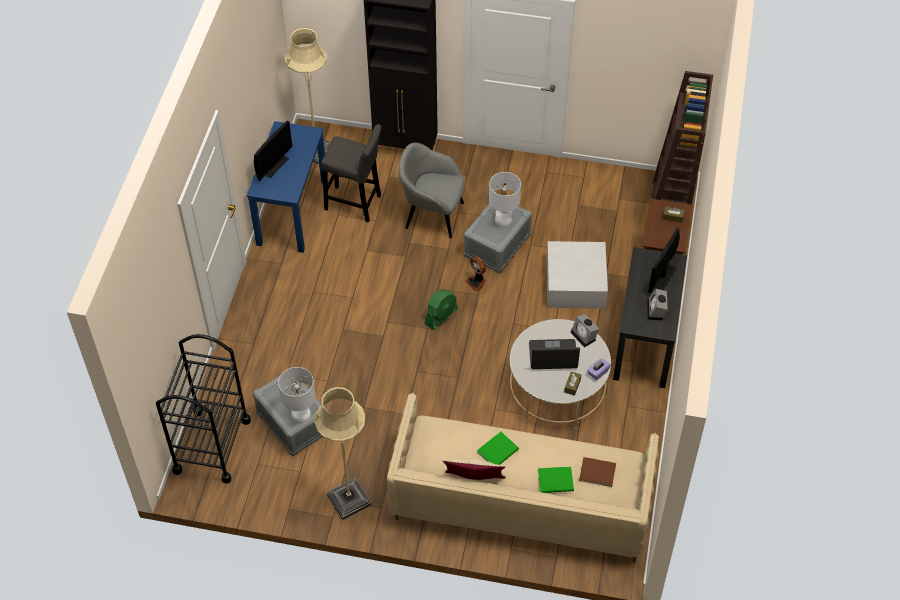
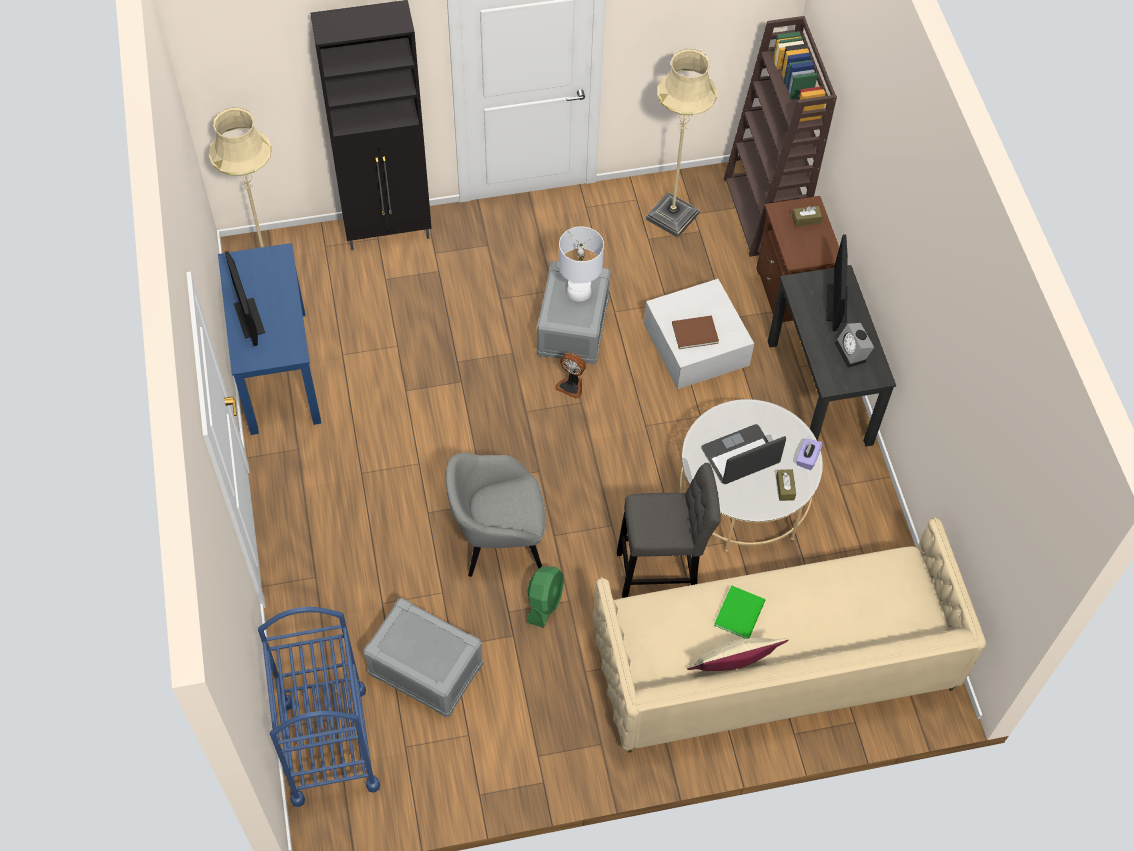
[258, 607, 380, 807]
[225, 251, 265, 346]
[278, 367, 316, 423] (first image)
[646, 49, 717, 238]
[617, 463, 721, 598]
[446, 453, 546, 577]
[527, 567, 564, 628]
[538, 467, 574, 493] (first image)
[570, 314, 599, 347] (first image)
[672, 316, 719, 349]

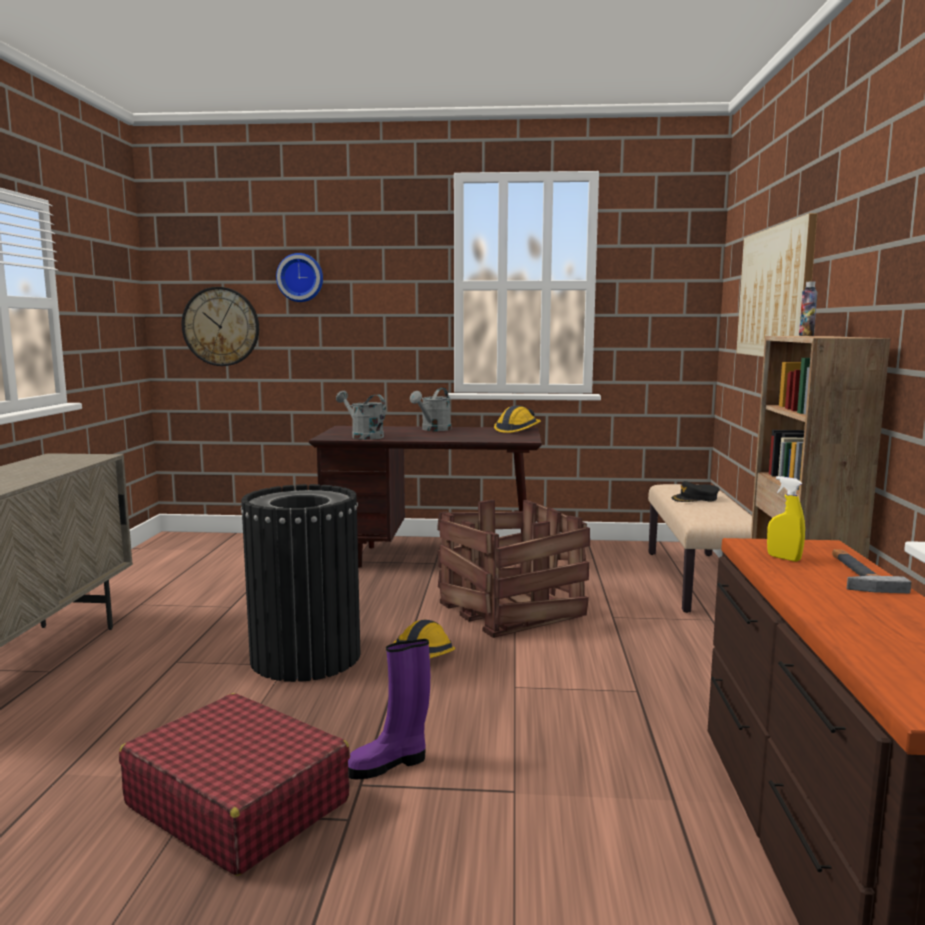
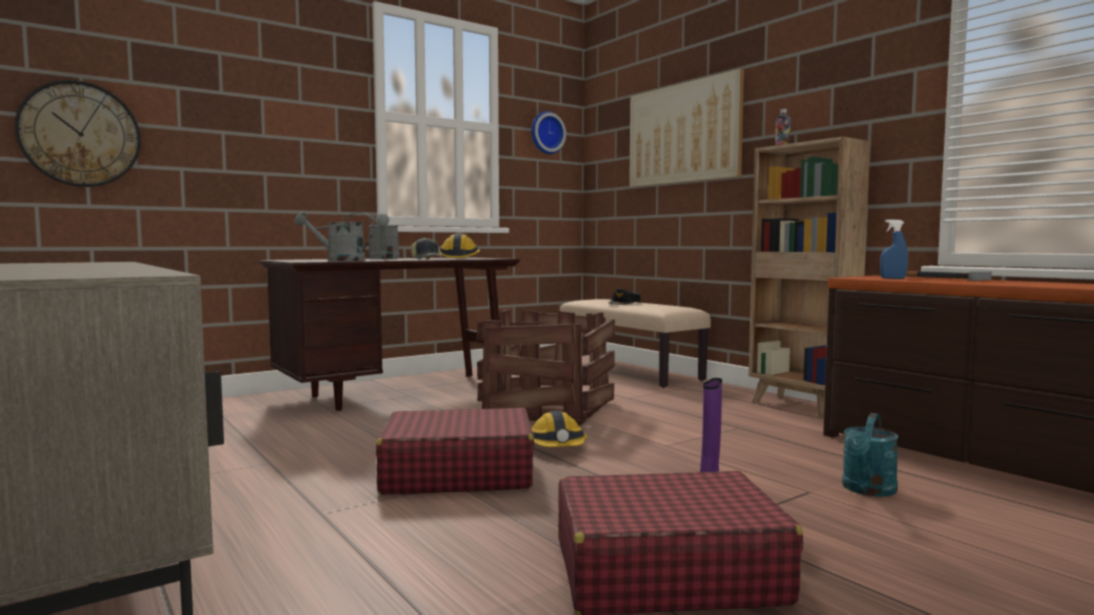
[376, 408, 534, 494]
[531, 111, 566, 154]
[880, 219, 908, 279]
[411, 238, 442, 259]
[842, 413, 899, 497]

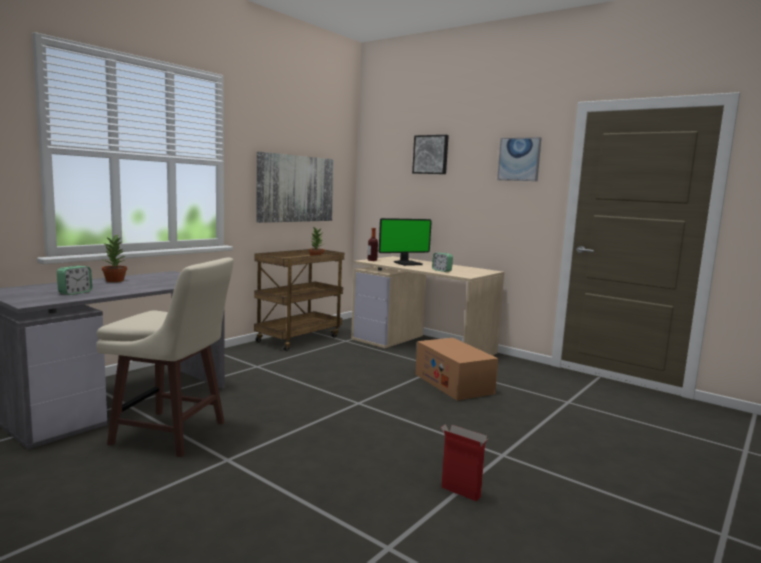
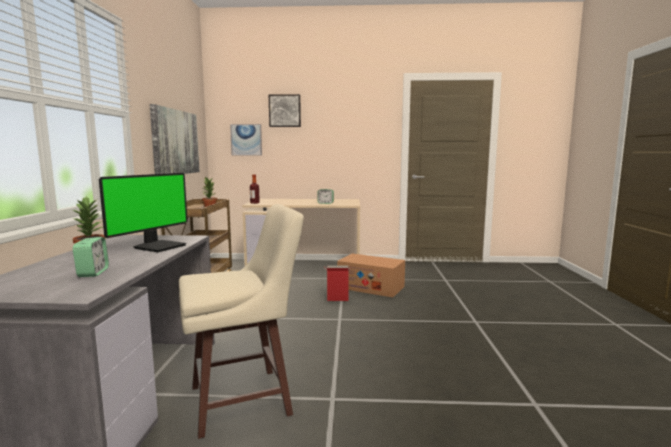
[99, 173, 188, 252]
[324, 265, 350, 301]
[230, 124, 262, 156]

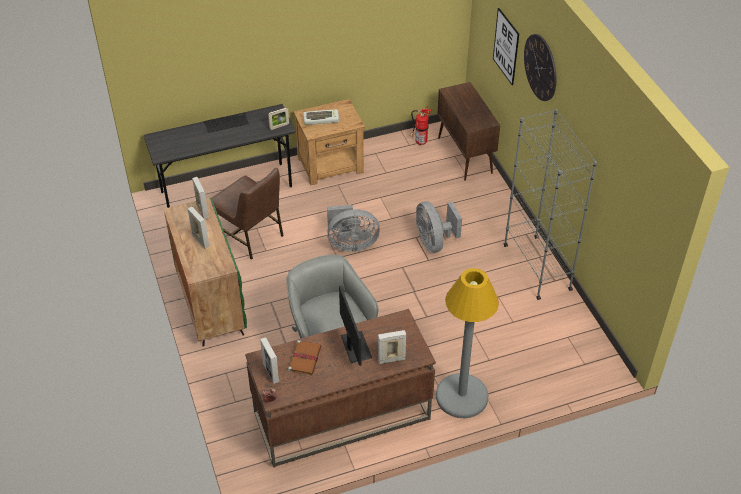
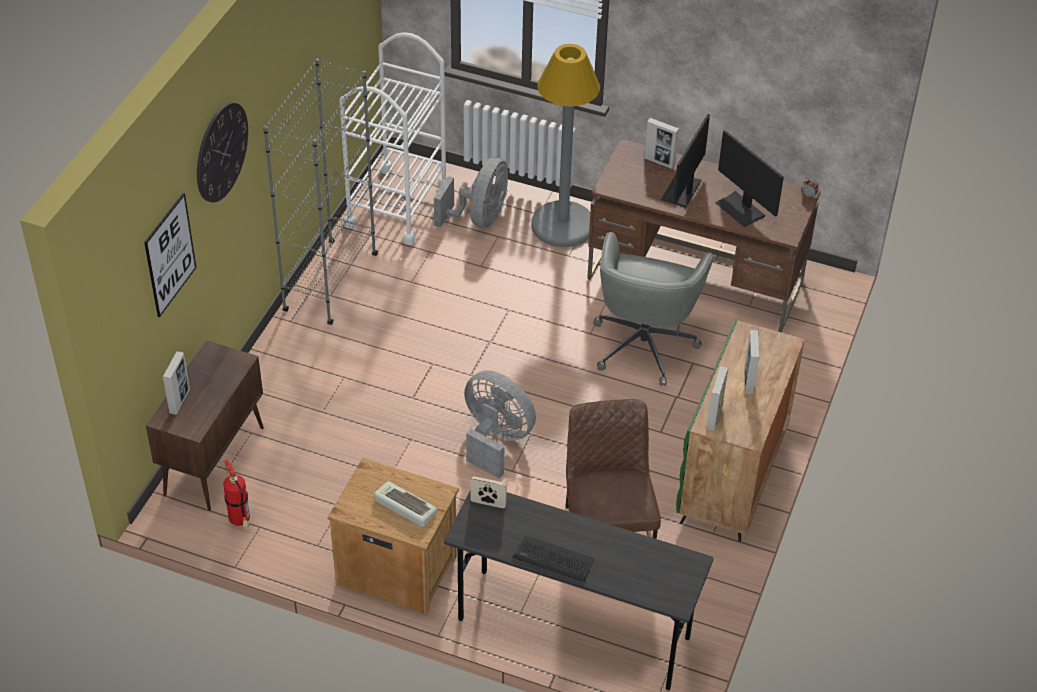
[162, 351, 190, 415]
[715, 130, 784, 227]
[434, 157, 508, 228]
[339, 32, 447, 245]

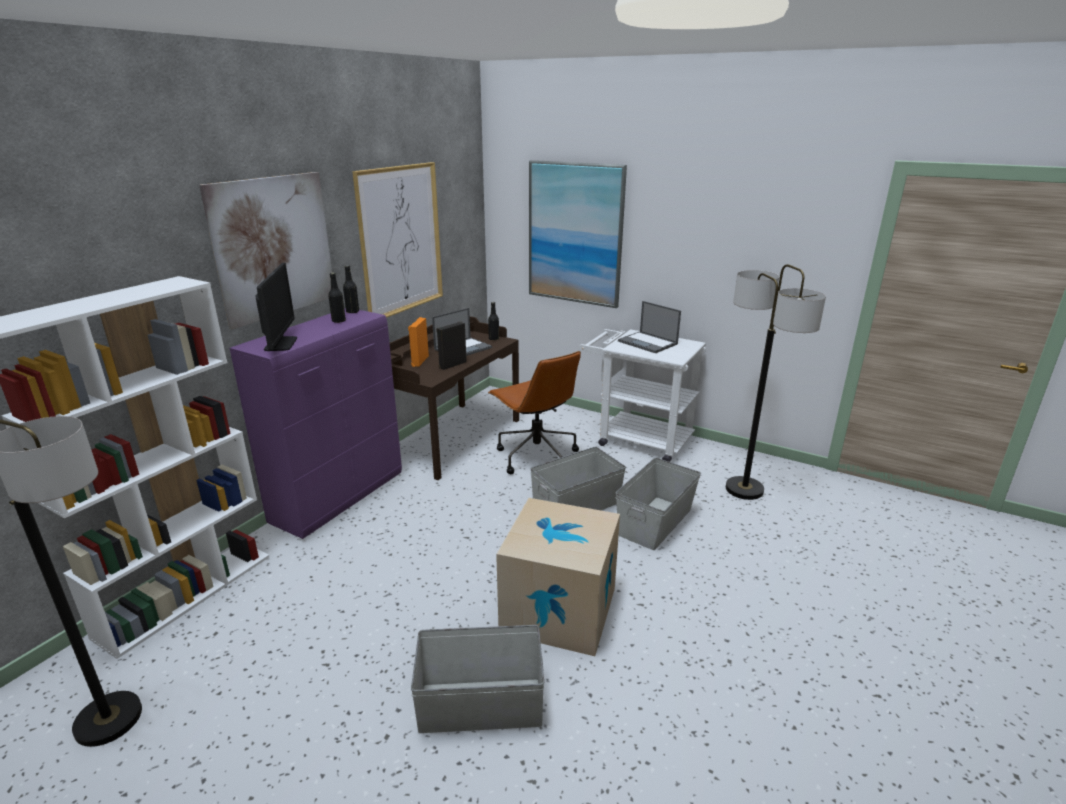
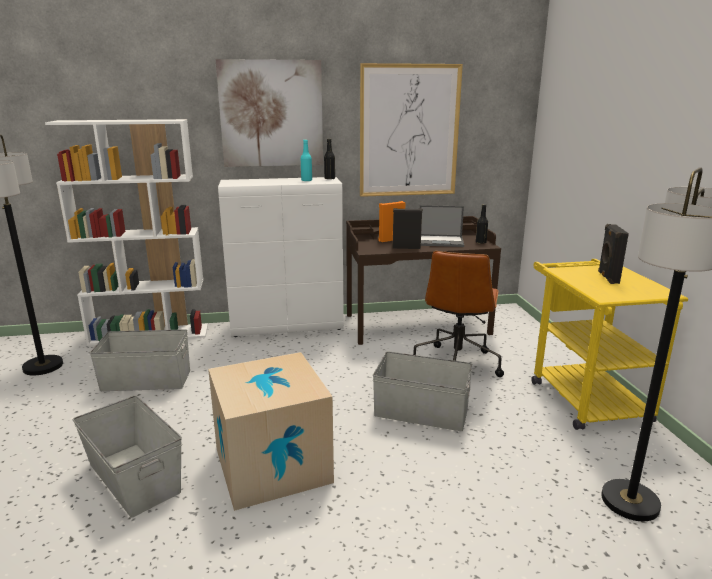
[218, 177, 344, 337]
[255, 263, 297, 351] (first image)
[301, 140, 312, 181]
[529, 160, 627, 308] (first image)
[531, 259, 688, 430]
[90, 329, 190, 391]
[598, 224, 629, 284]

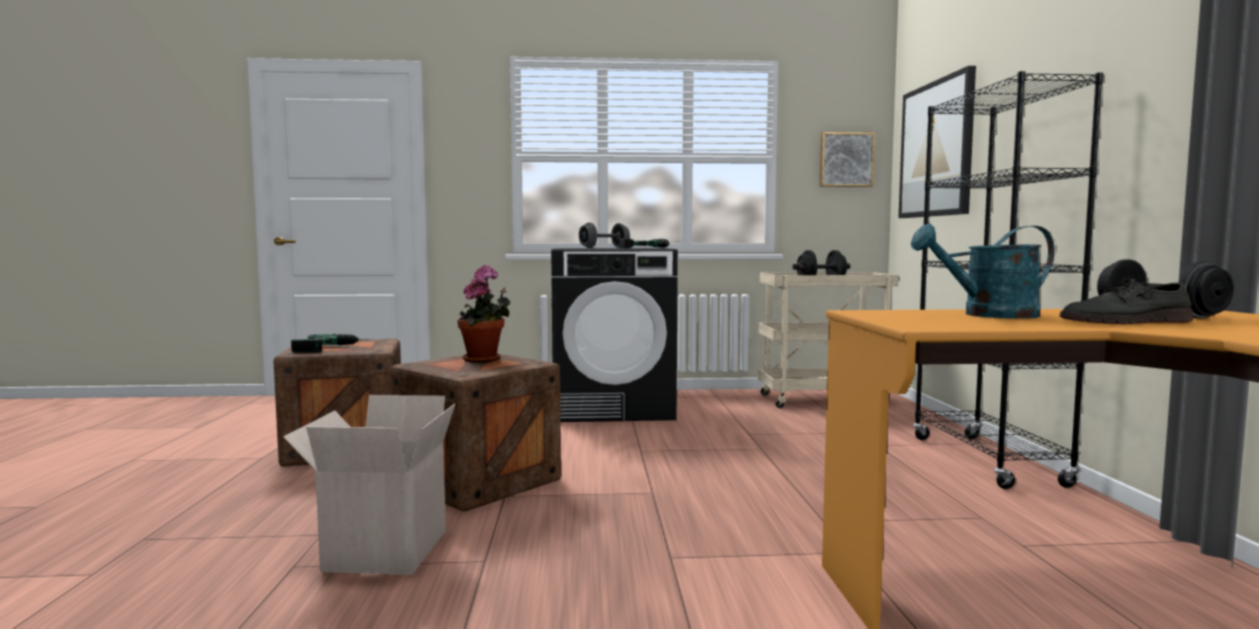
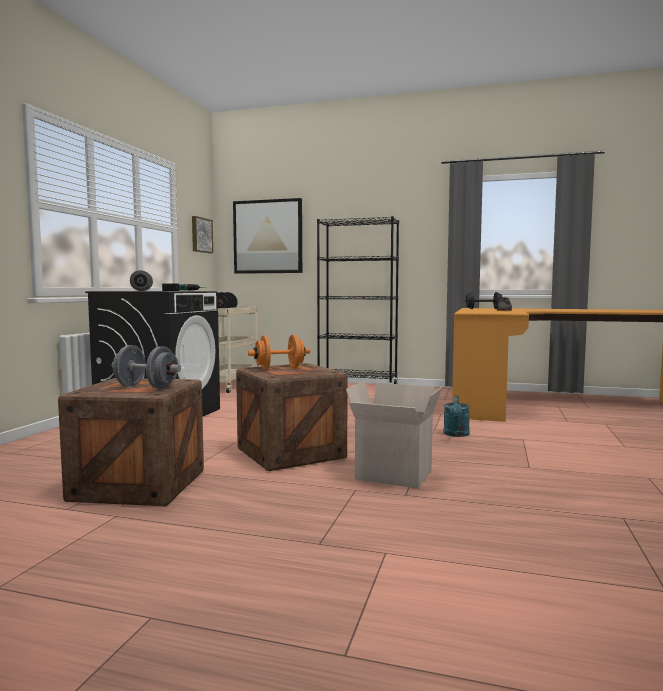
[112, 345, 181, 389]
[248, 335, 310, 370]
[443, 395, 470, 437]

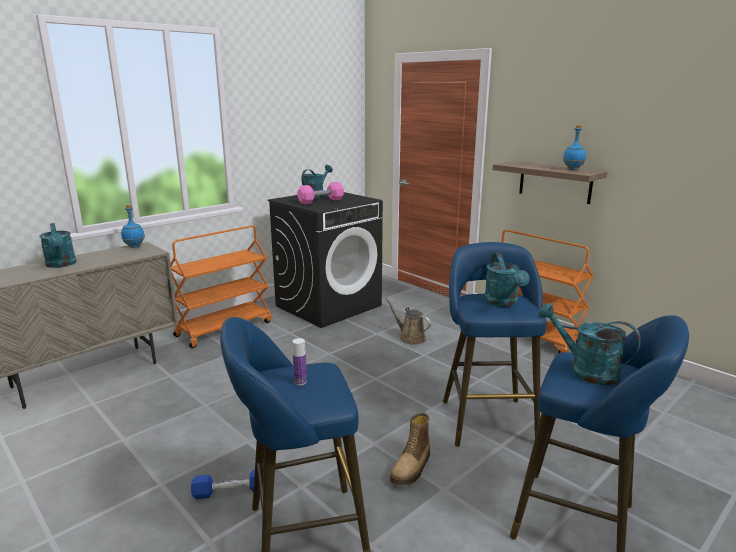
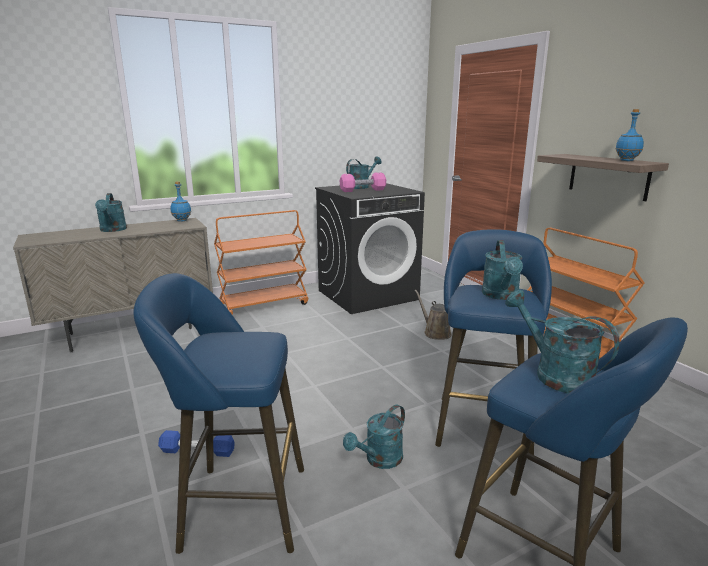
[292, 338, 307, 385] (first image)
[343, 404, 405, 469]

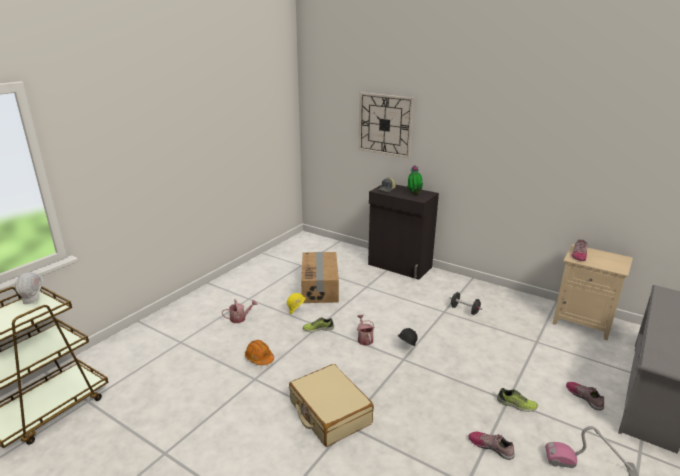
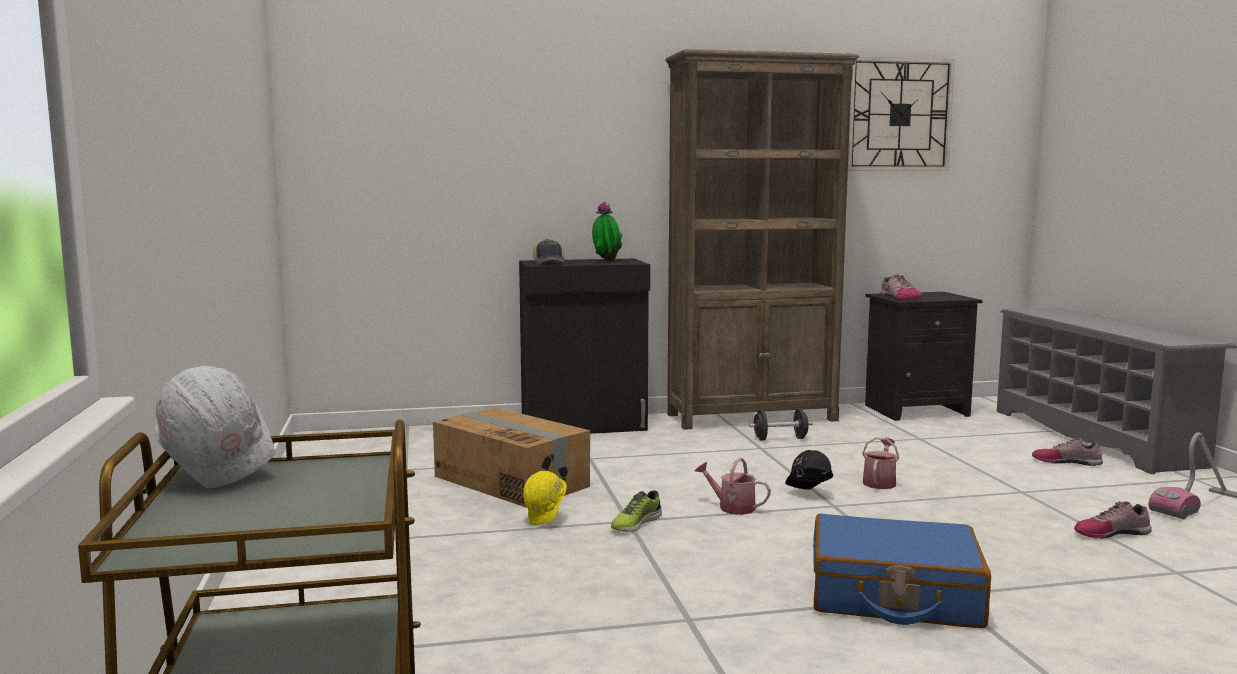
[862, 437, 899, 489]
[245, 340, 274, 365] (first image)
[813, 513, 991, 629]
[848, 57, 955, 171]
[497, 388, 538, 412] (first image)
[865, 292, 983, 421]
[665, 49, 859, 430]

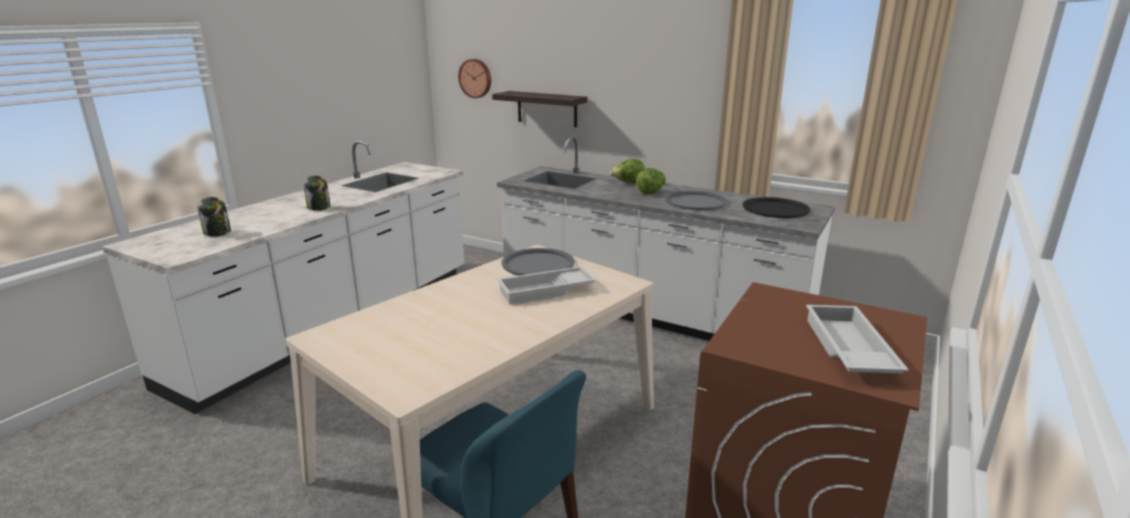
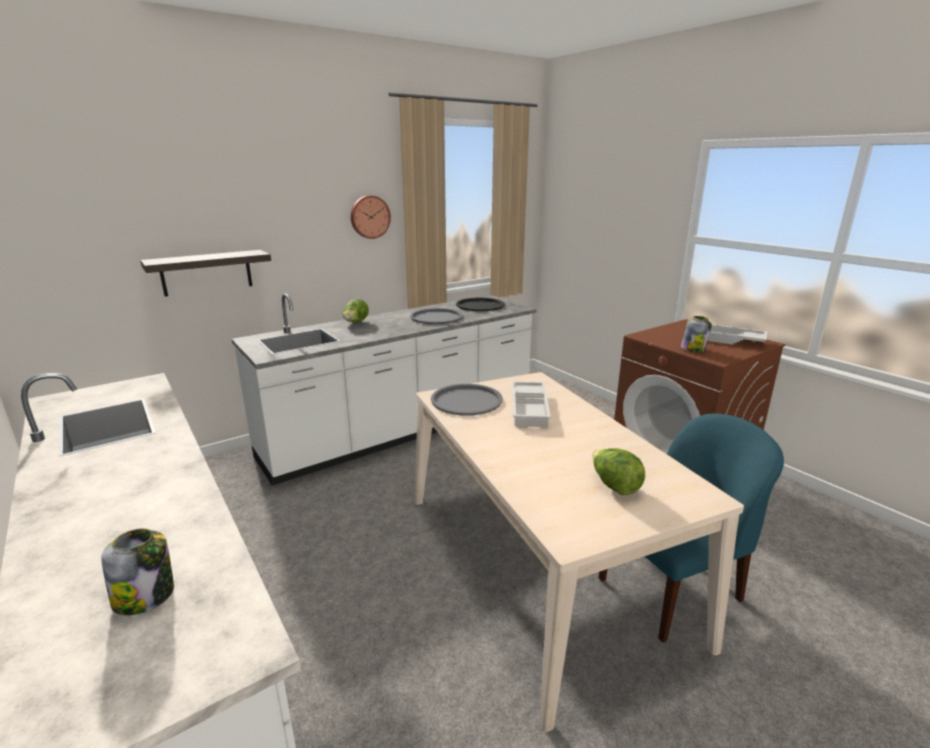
[681, 316, 712, 352]
[351, 195, 391, 239]
[593, 448, 645, 495]

